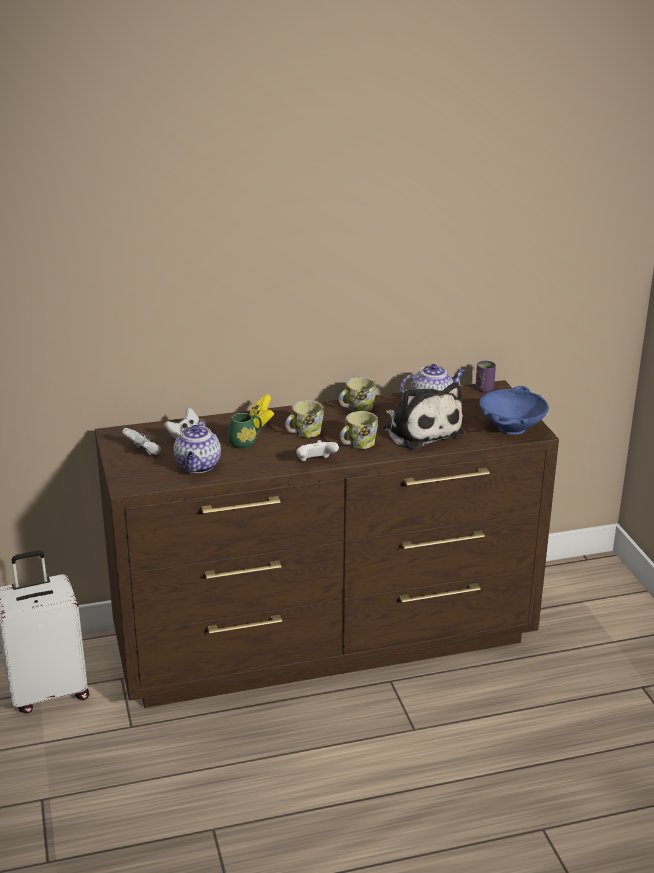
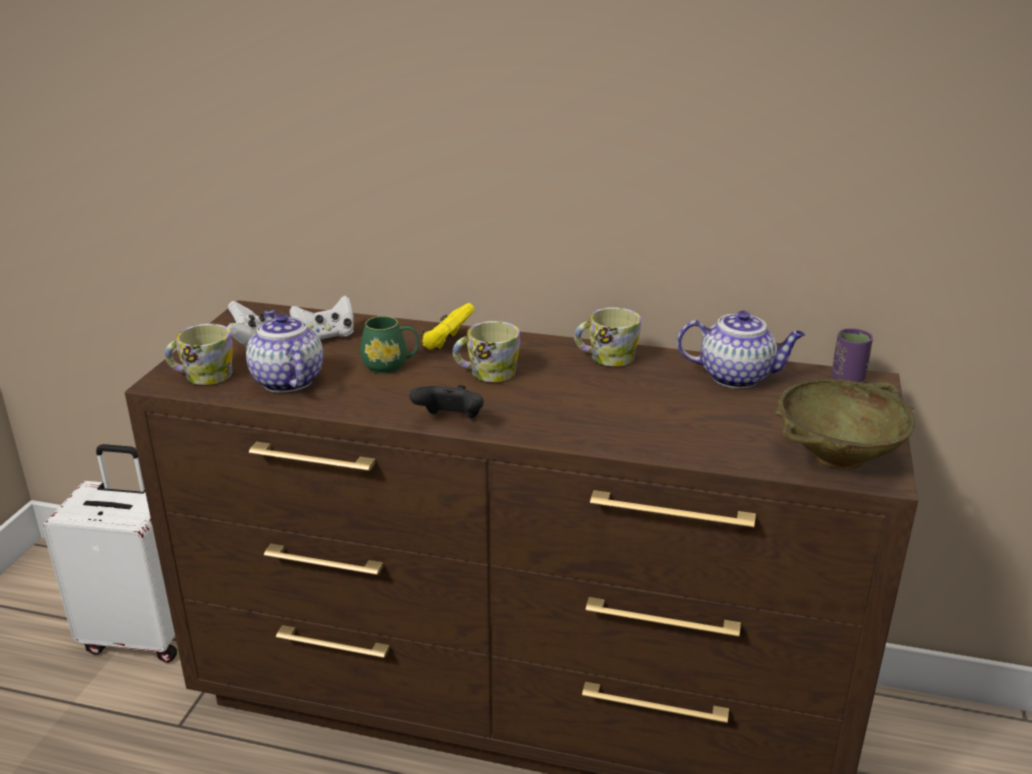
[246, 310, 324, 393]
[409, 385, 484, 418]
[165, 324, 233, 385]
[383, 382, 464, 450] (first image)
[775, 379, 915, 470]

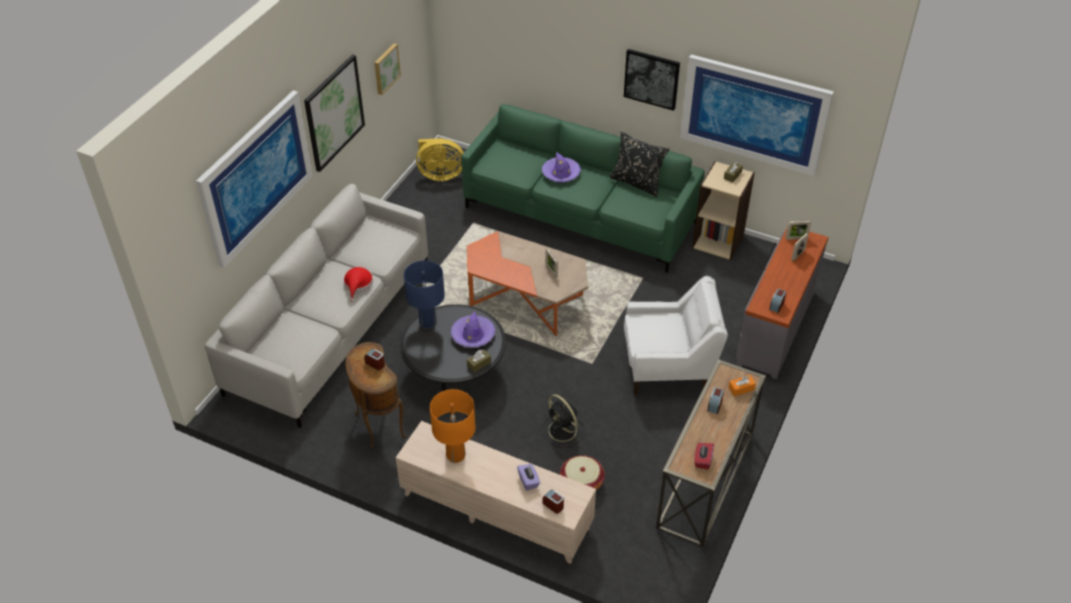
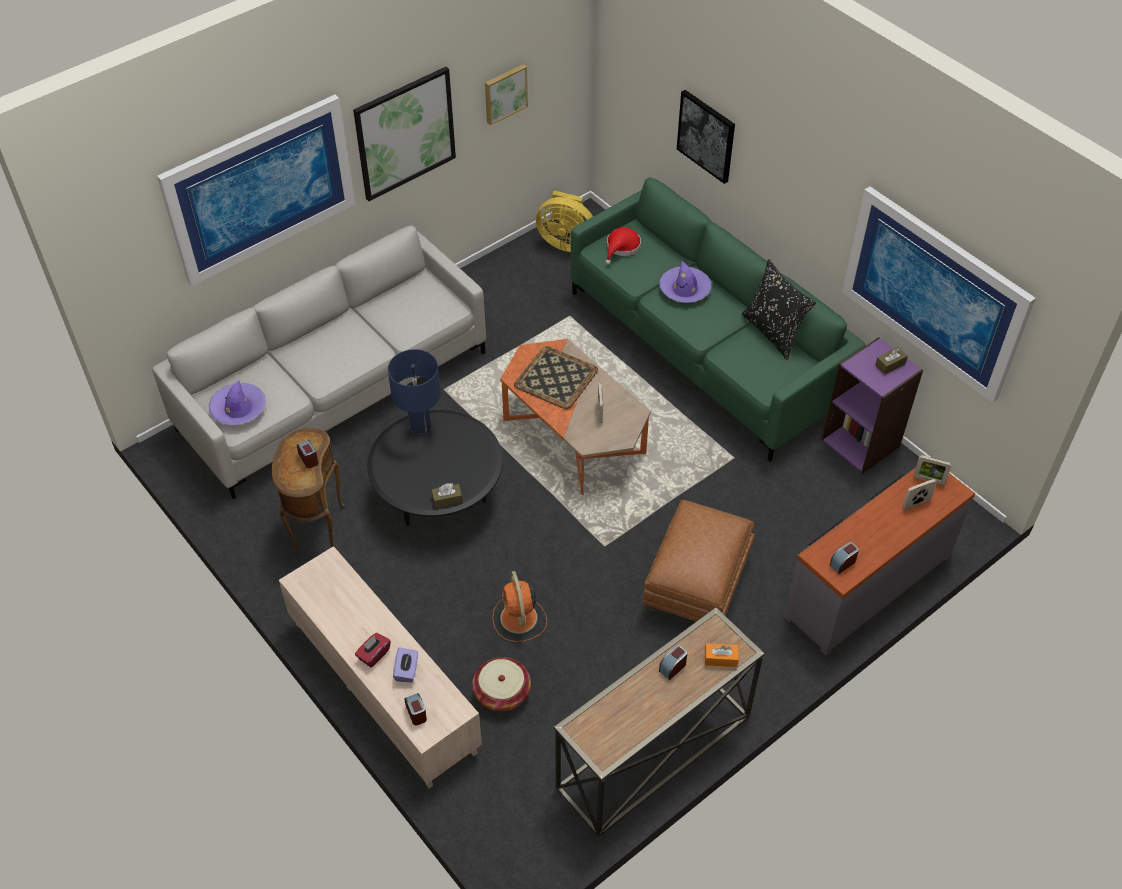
[605, 227, 641, 265]
[430, 389, 475, 463] (first image)
[209, 380, 266, 425]
[492, 571, 547, 642]
[677, 90, 735, 184]
[643, 500, 755, 622]
[822, 337, 923, 473]
[355, 633, 391, 668]
[514, 346, 598, 409]

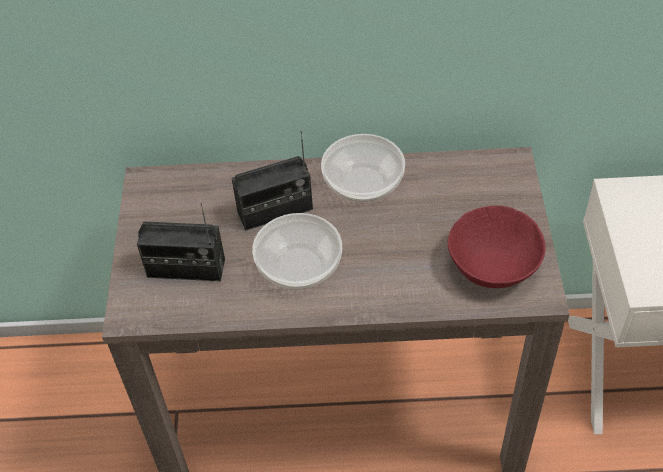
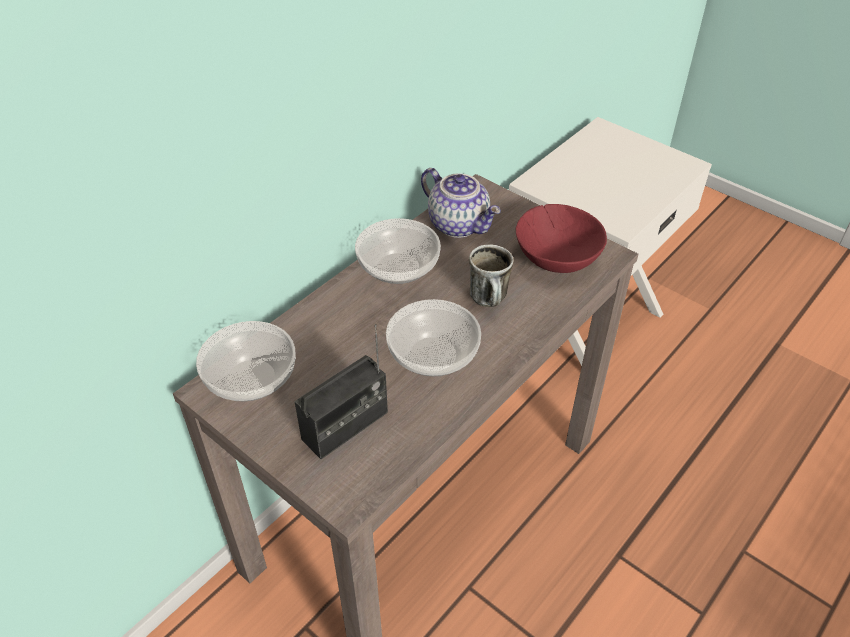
[232, 131, 313, 231] (first image)
[196, 321, 296, 402]
[421, 168, 501, 238]
[469, 244, 513, 307]

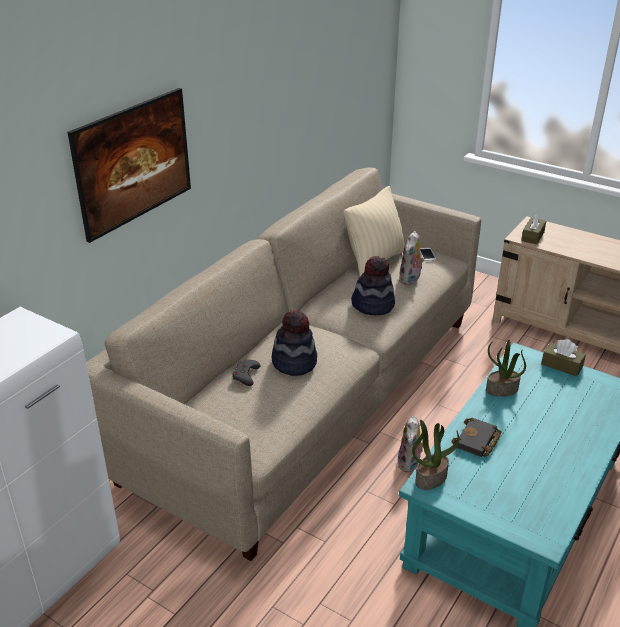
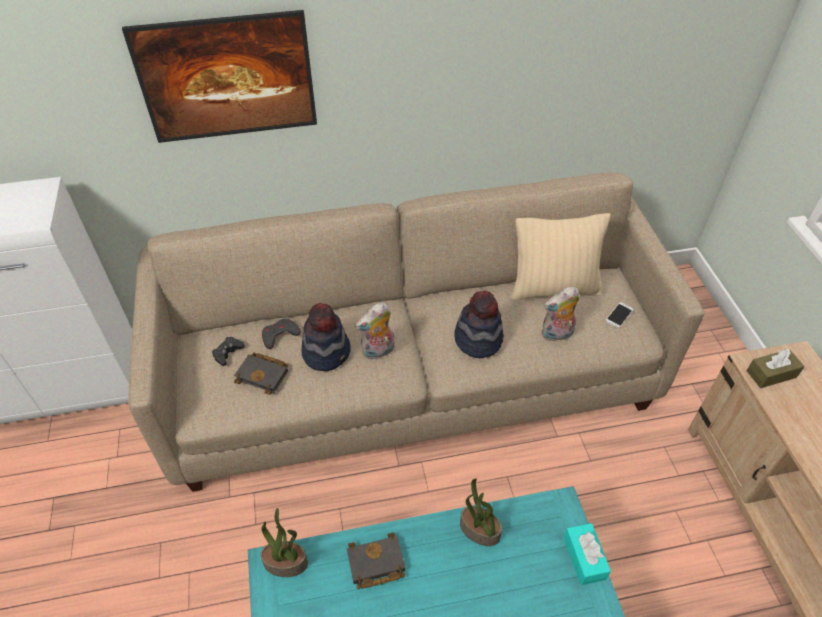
[355, 302, 395, 360]
[563, 523, 611, 585]
[212, 337, 245, 366]
[234, 352, 288, 395]

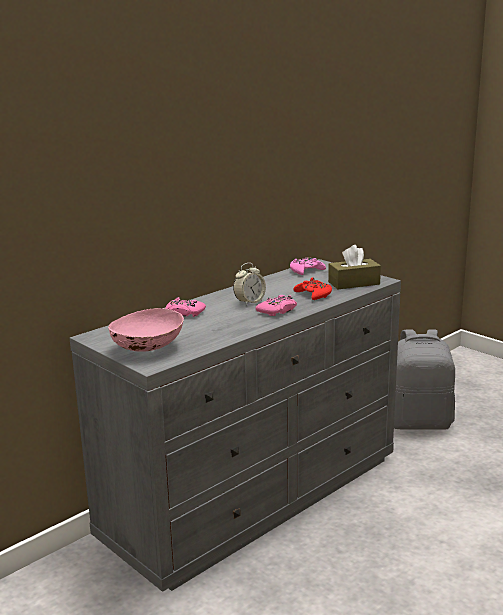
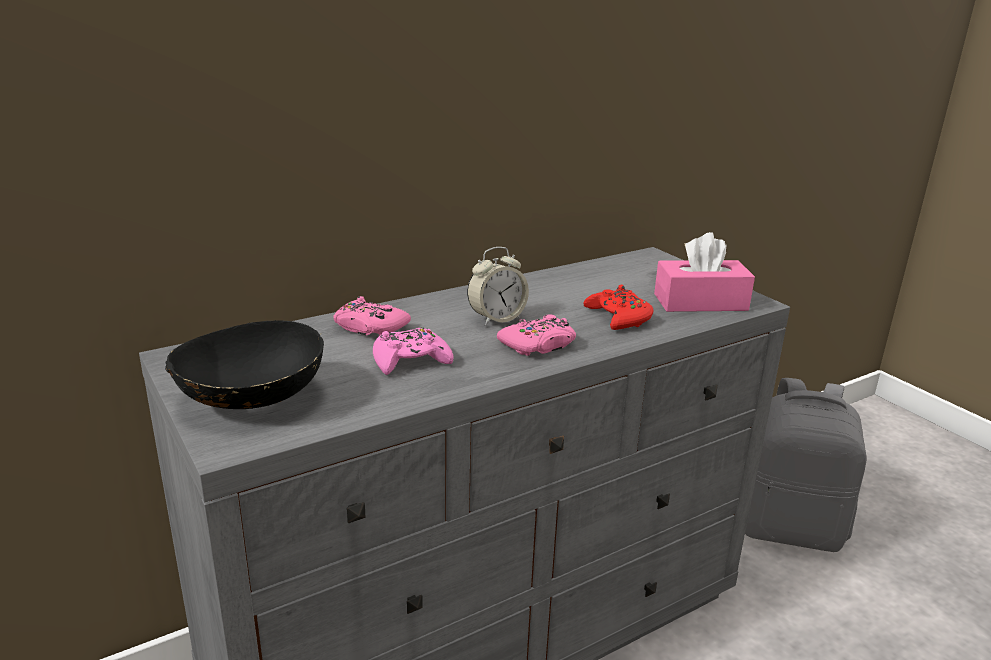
[165, 320, 324, 409]
[373, 327, 454, 375]
[654, 232, 755, 312]

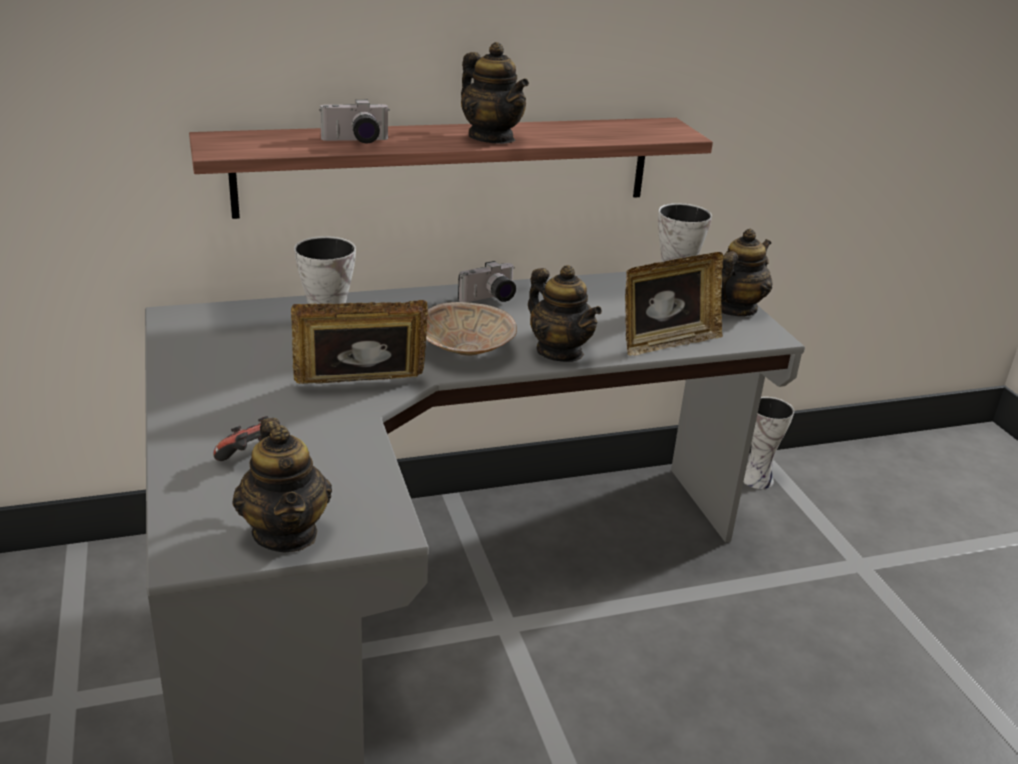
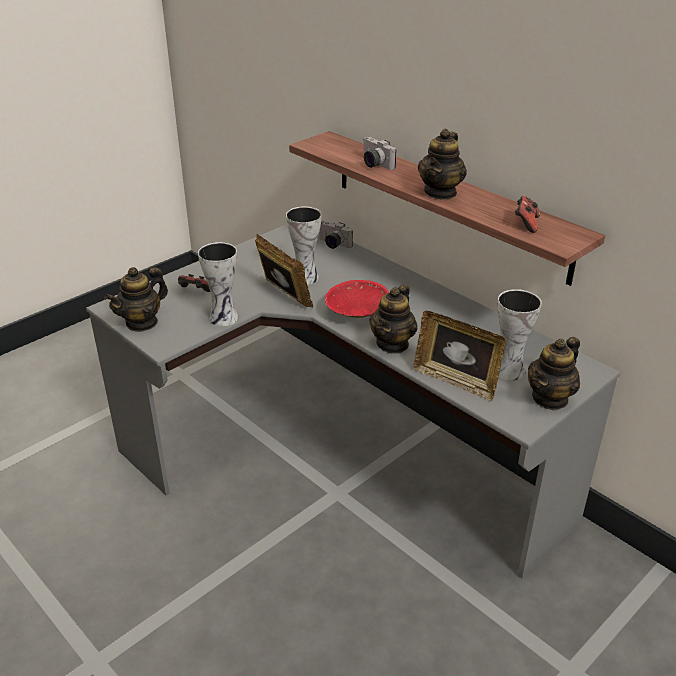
[325, 280, 389, 318]
[319, 221, 353, 249]
[528, 337, 580, 410]
[198, 242, 239, 326]
[515, 196, 540, 233]

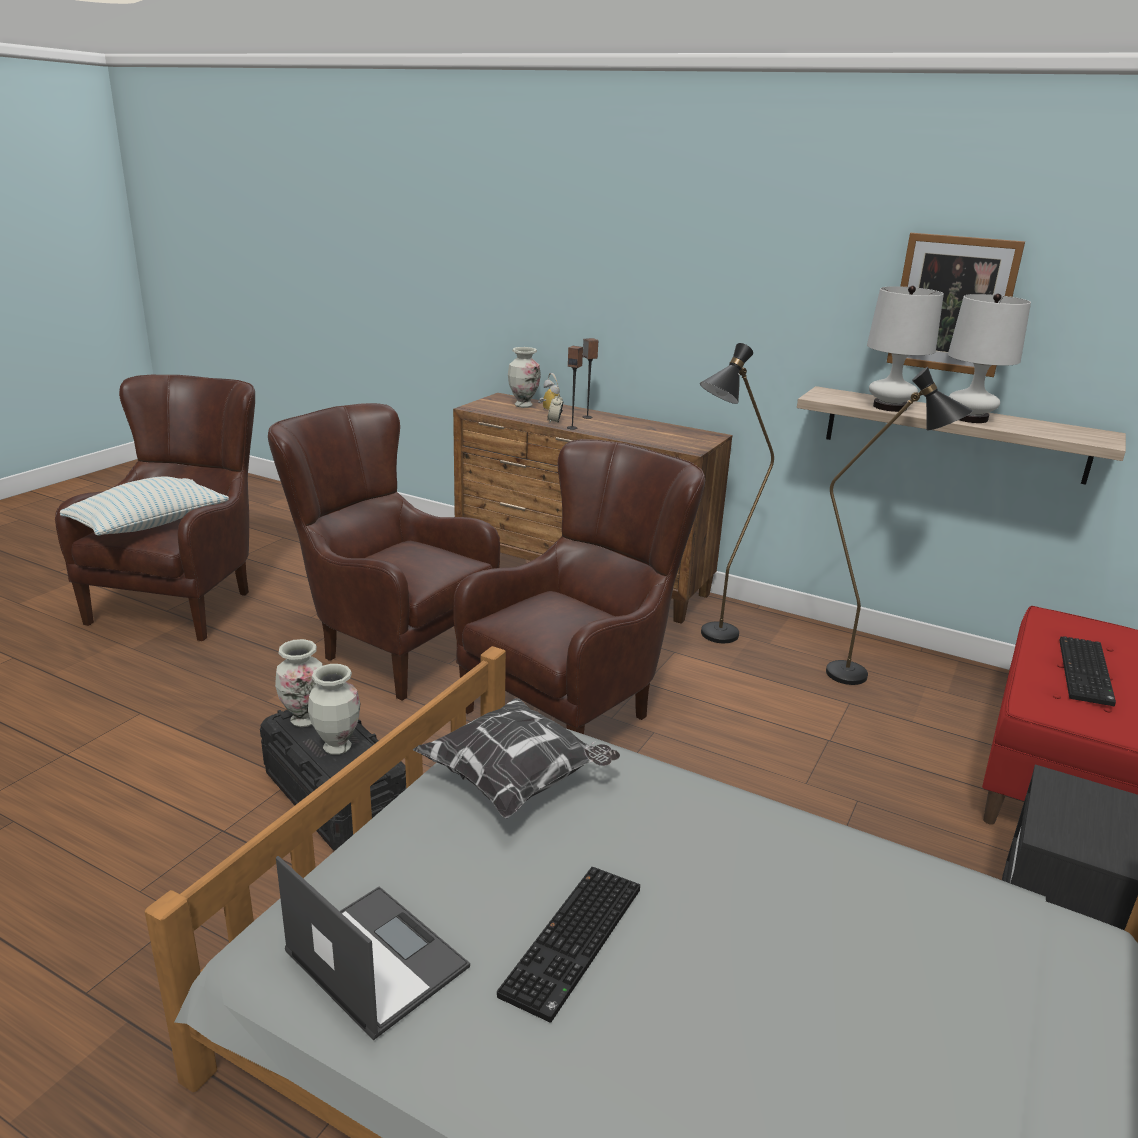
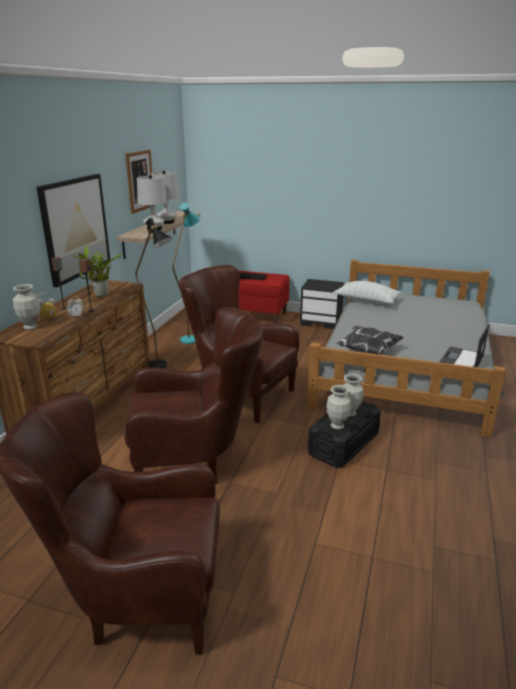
[333, 281, 402, 304]
[124, 307, 263, 484]
[497, 867, 640, 1022] (first image)
[172, 202, 200, 344]
[36, 174, 110, 288]
[71, 246, 122, 297]

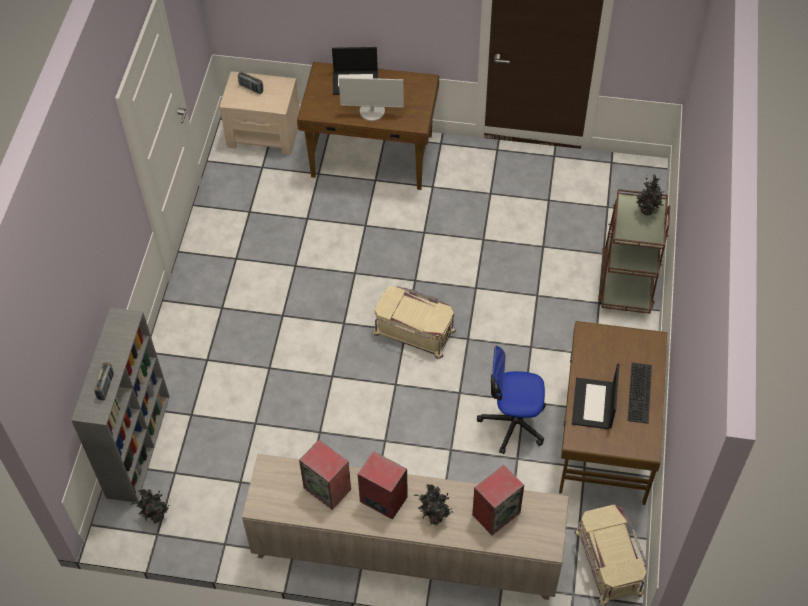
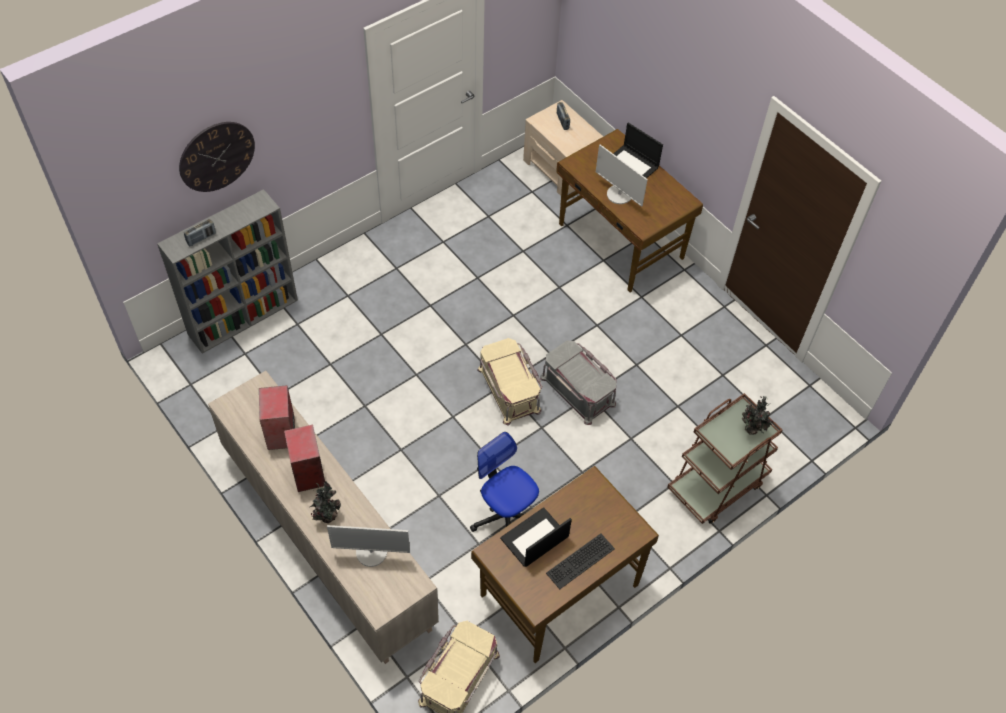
[130, 489, 170, 524] (first image)
[327, 525, 410, 567]
[179, 122, 255, 192]
[540, 341, 617, 425]

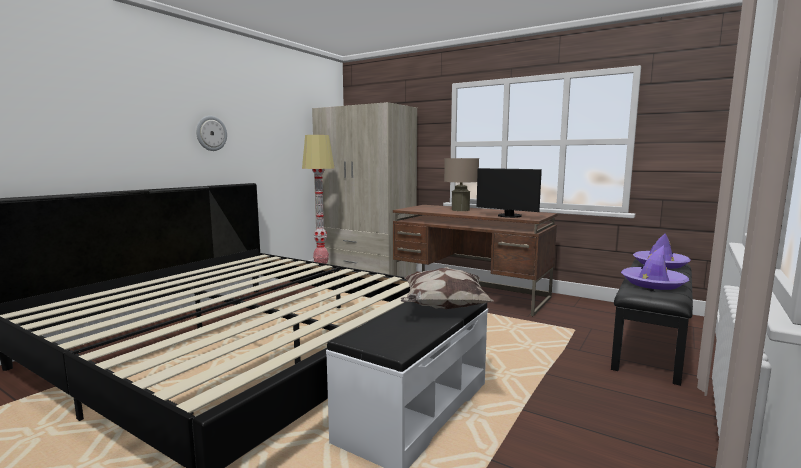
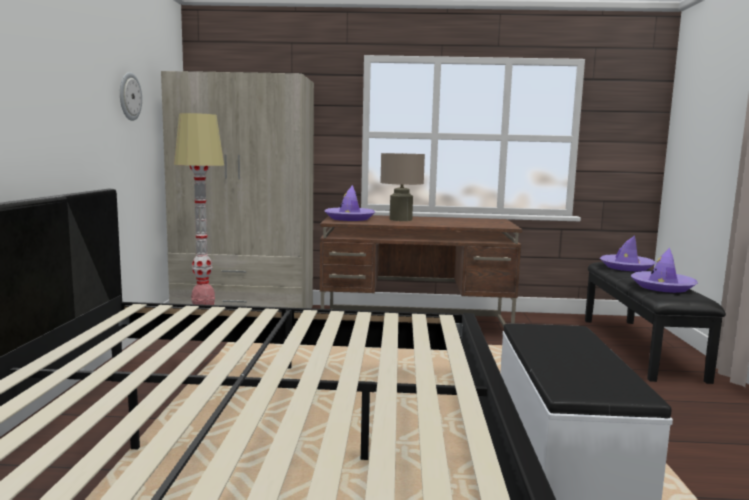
[120, 72, 142, 121]
[401, 266, 493, 309] (first image)
[477, 168, 542, 218] (first image)
[324, 185, 375, 221]

